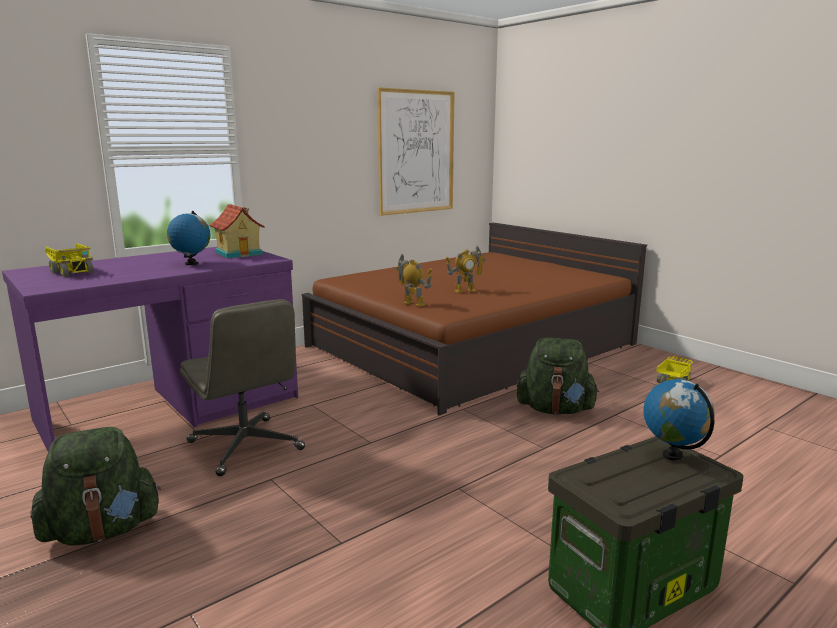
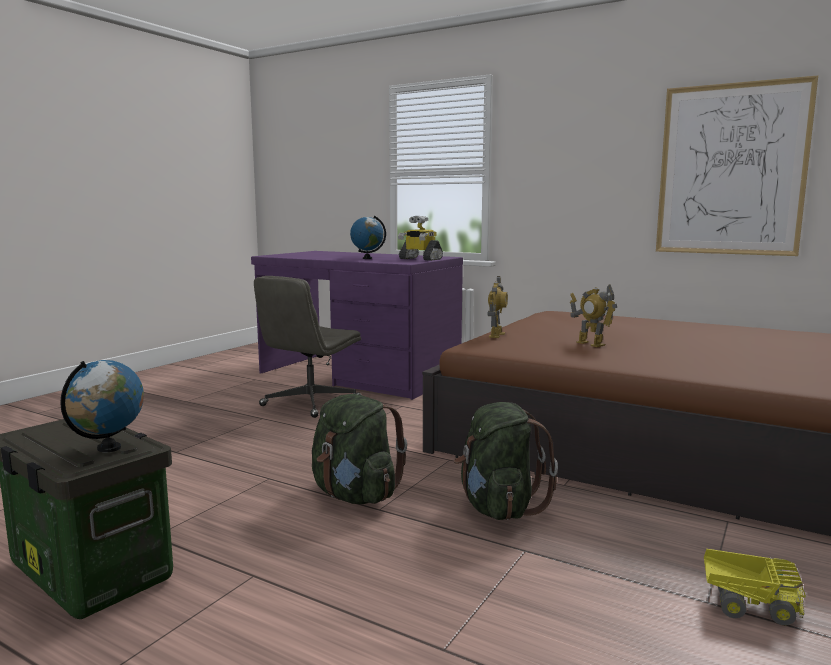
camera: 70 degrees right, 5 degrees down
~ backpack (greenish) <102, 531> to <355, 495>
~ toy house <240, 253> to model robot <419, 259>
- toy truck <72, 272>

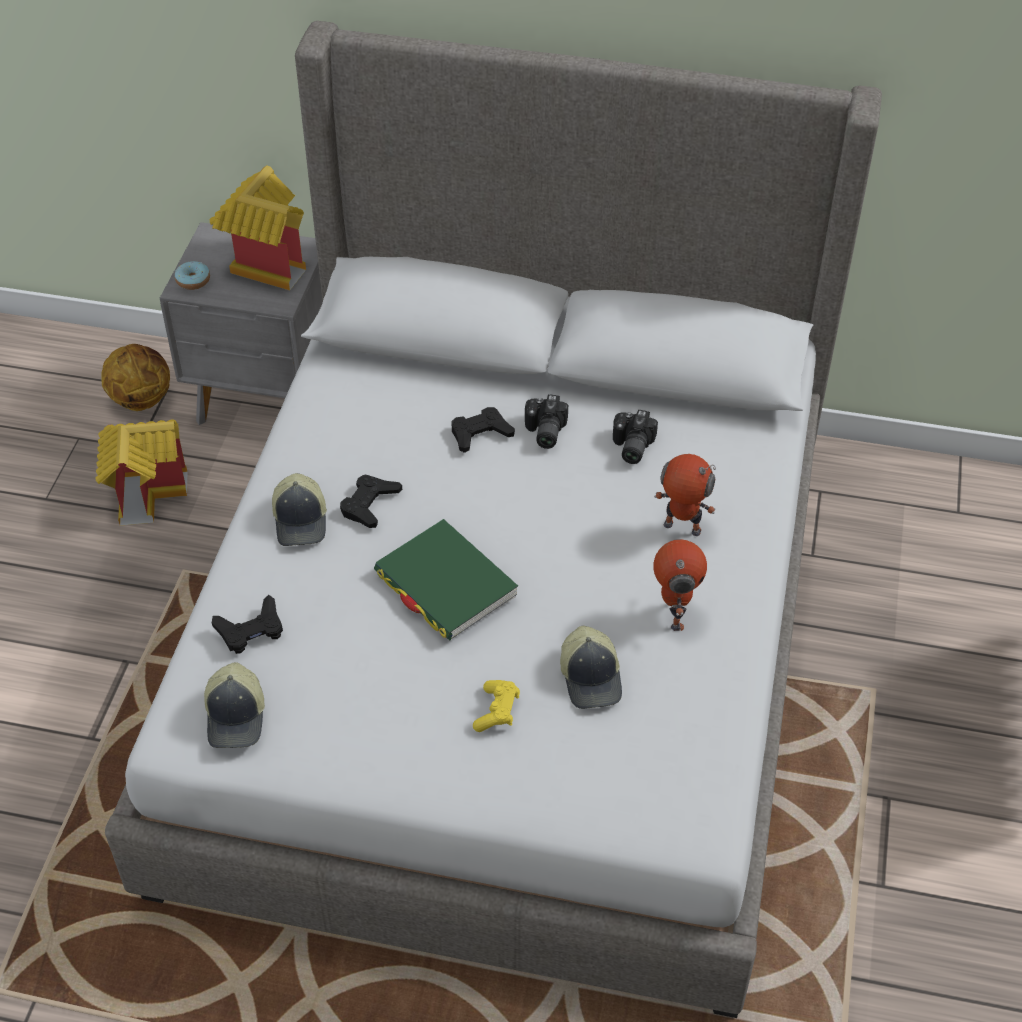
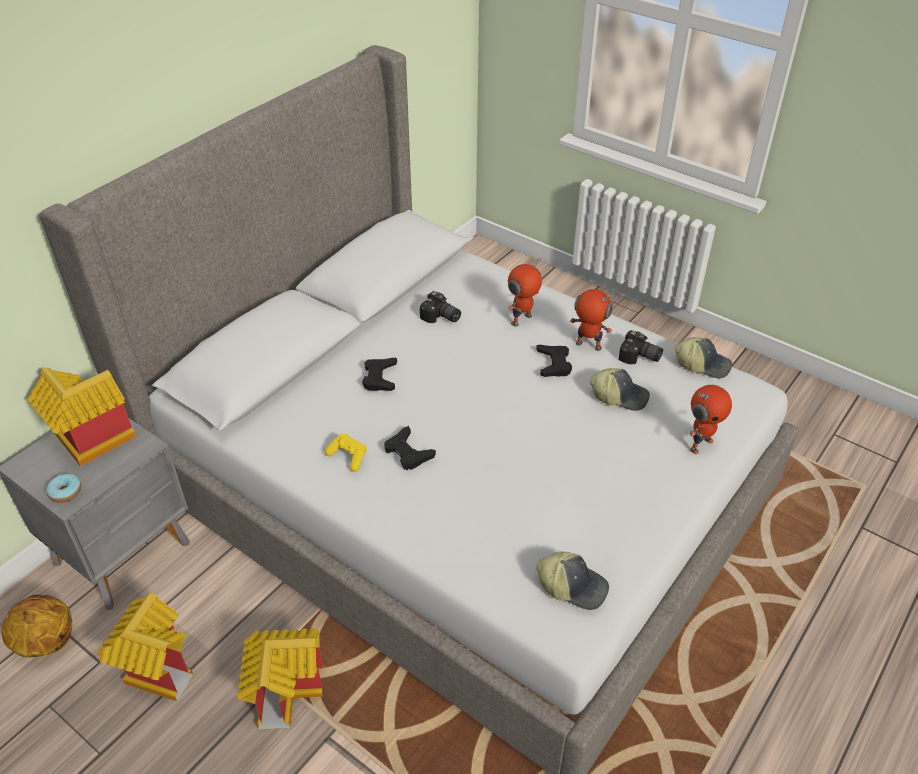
camera: 65 degrees left, 5 degrees down
+ toy house <287, 690>
~ joypad (yellowish) <497, 712> to <348, 457>
~ joypad (blackish) <251, 630> to <553, 364>
~ still camera <543, 432> to <639, 357>
~ peaked cap <301, 520> to <702, 364>
+ model robot <700, 444>
- book (greenish) <445, 584>

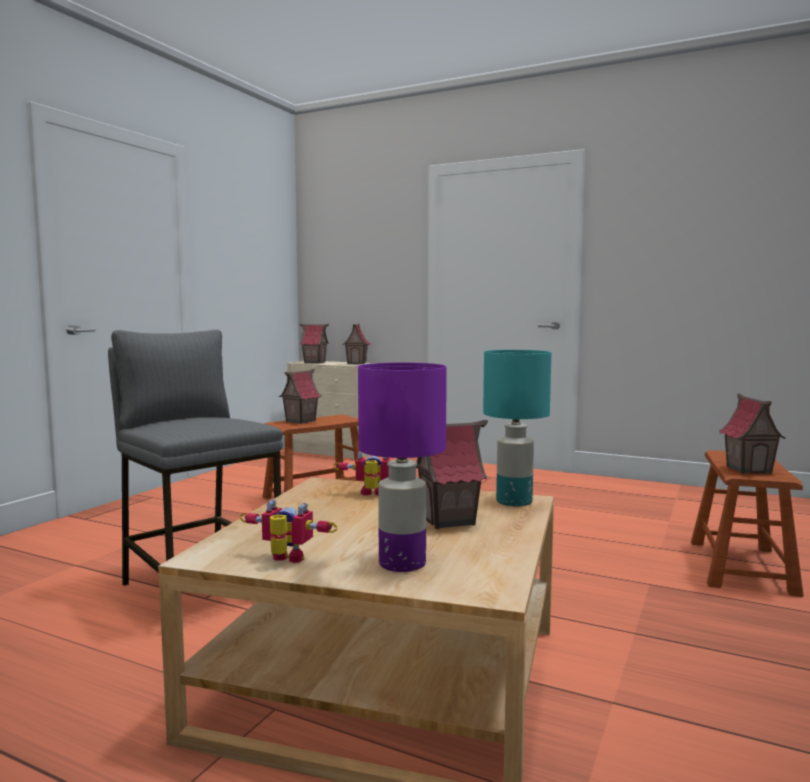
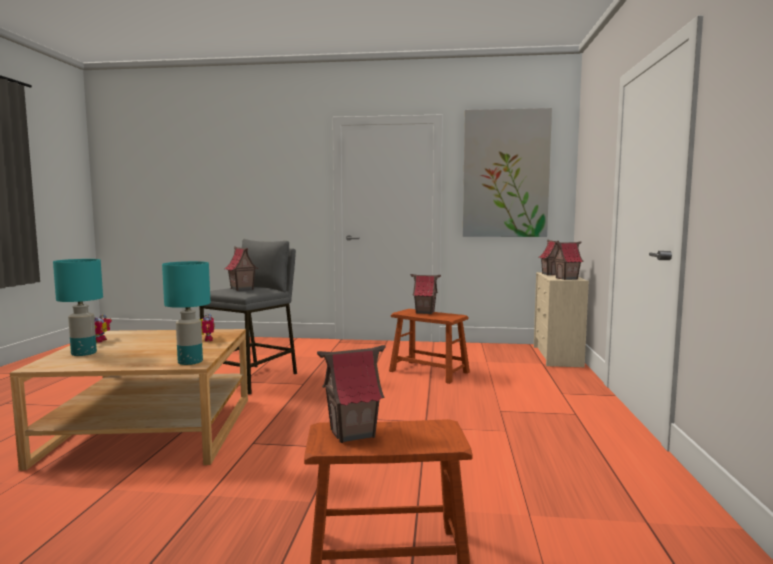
camera: 70 degrees right, 0 degrees up
~ lamp for a table (purplish) <402, 563> to lamp for a table (blue-green) <84, 353>
~ toy house <449, 521> to <241, 289>
+ picture <505, 174>

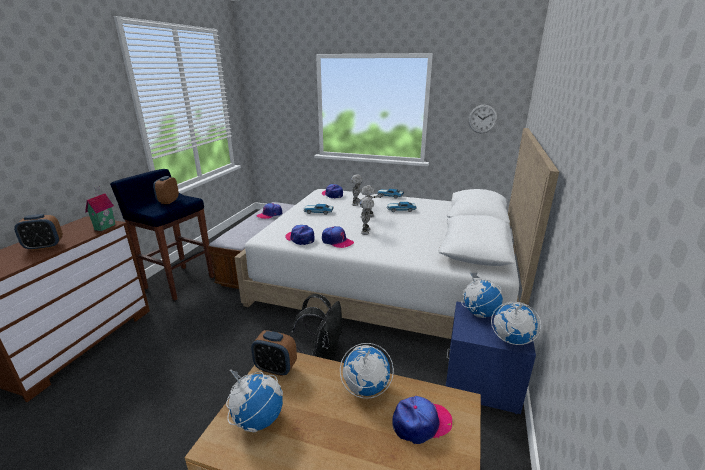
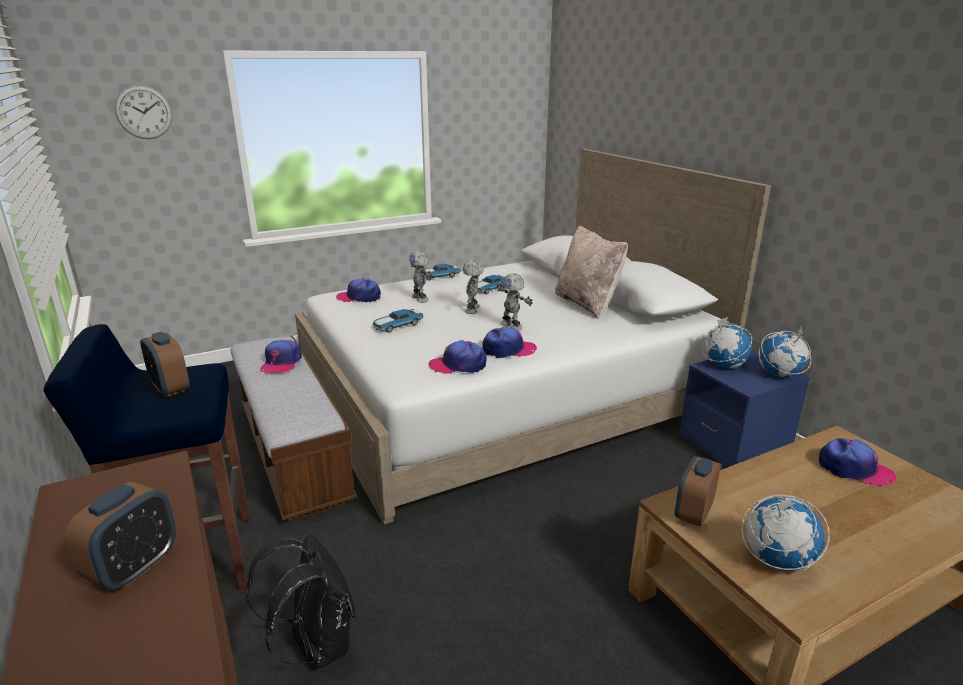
camera: 45 degrees left, 0 degrees up
~ wall clock <482, 119> to <144, 112>
~ backpack (blackish) <323, 354> to <316, 645>
+ pillow (beige) <587, 304>
~ table clock <275, 368> = <693, 513> 150 degrees clockwise
~ peaked cap <421, 423> = <854, 469> 90 degrees clockwise
- toy house <104, 227>
- globe <365, 388>

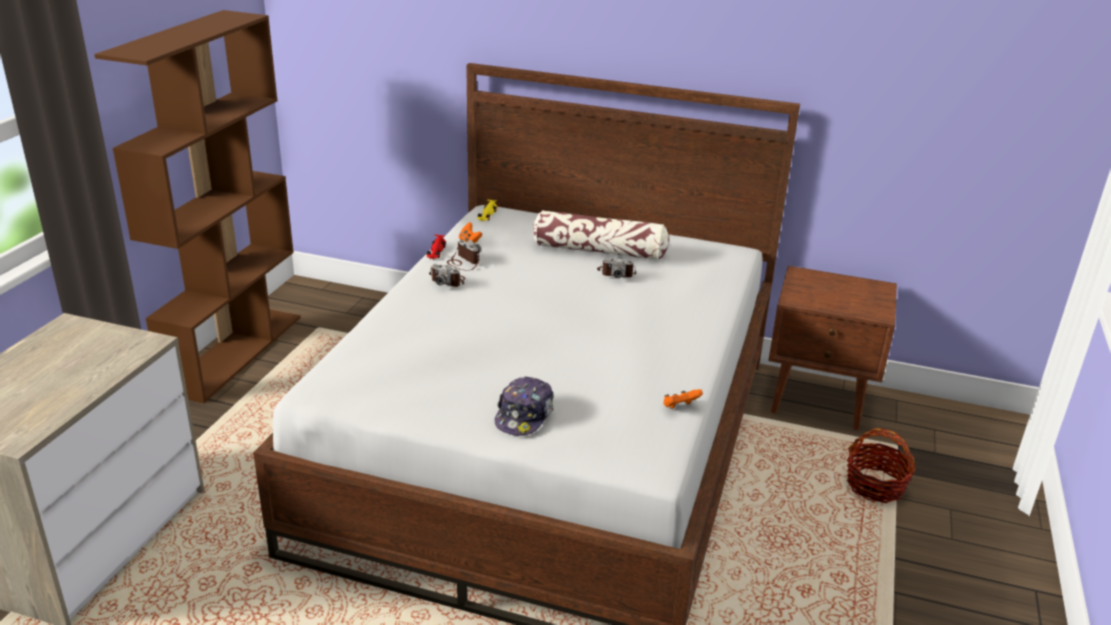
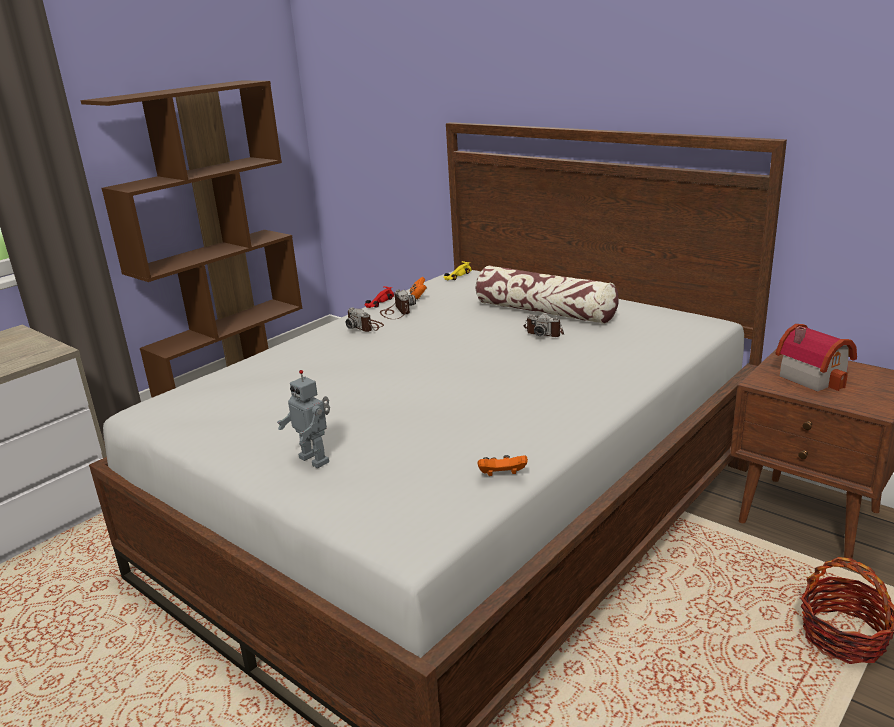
camera: 25 degrees right, 5 degrees down
~ peaked cap <524, 415> to model robot <315, 459>
+ toy house <813, 376>

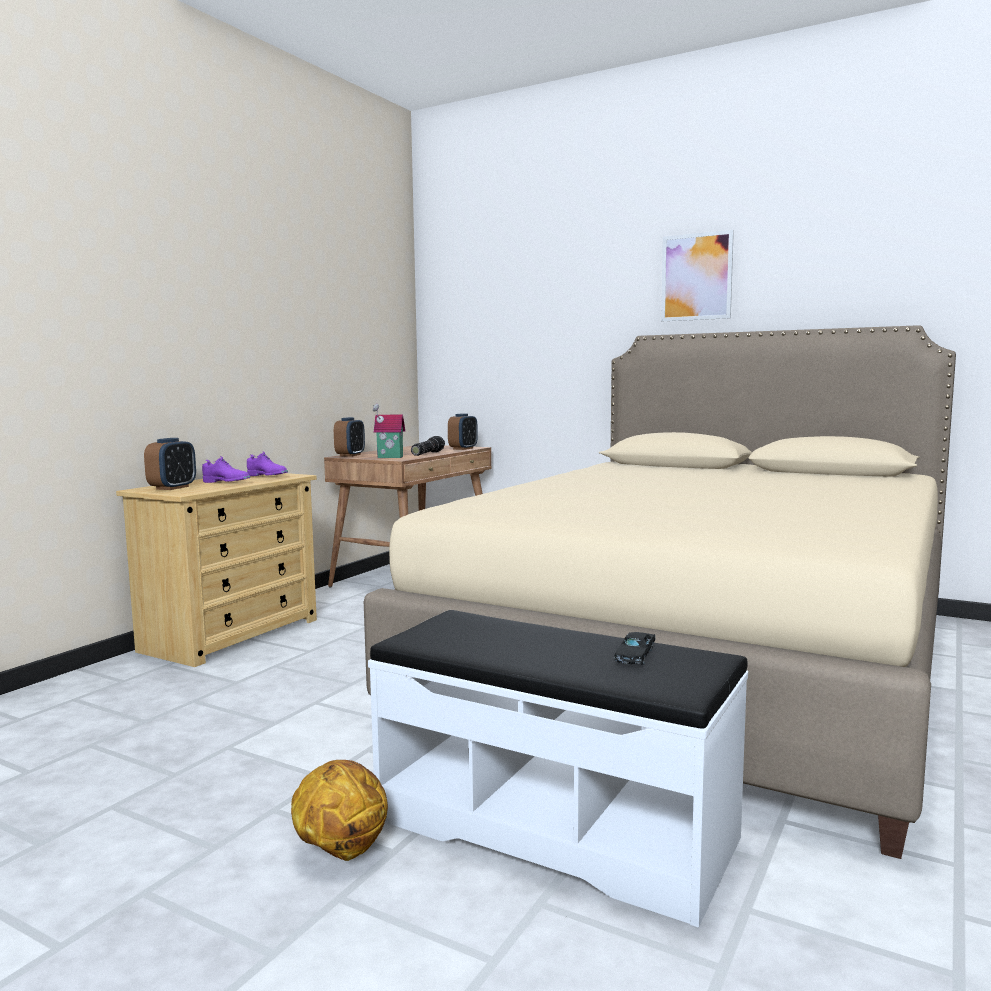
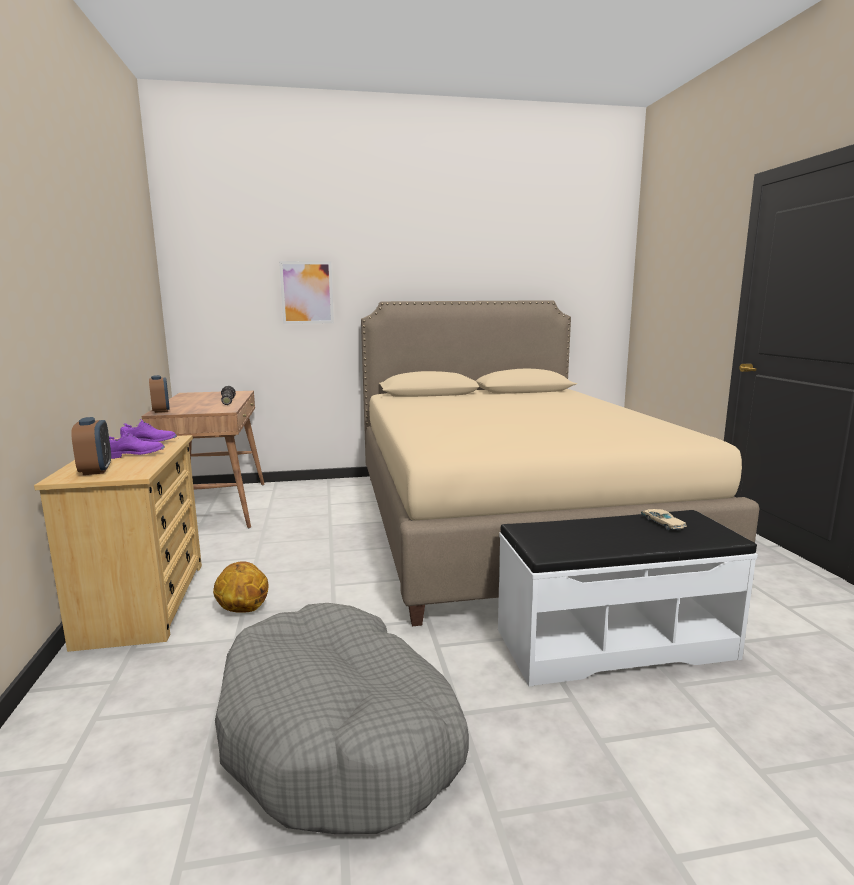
camera: 40 degrees left, 5 degrees up
~ basketball <341, 850> to <242, 610>
+ dog cushion (grey) <341, 736>
~ picture <696, 277> to <307, 292>
~ toy car (blackish) <635, 655> to toy car (beige) <662, 523>
- toy house <389, 457>
- table clock <463, 448>

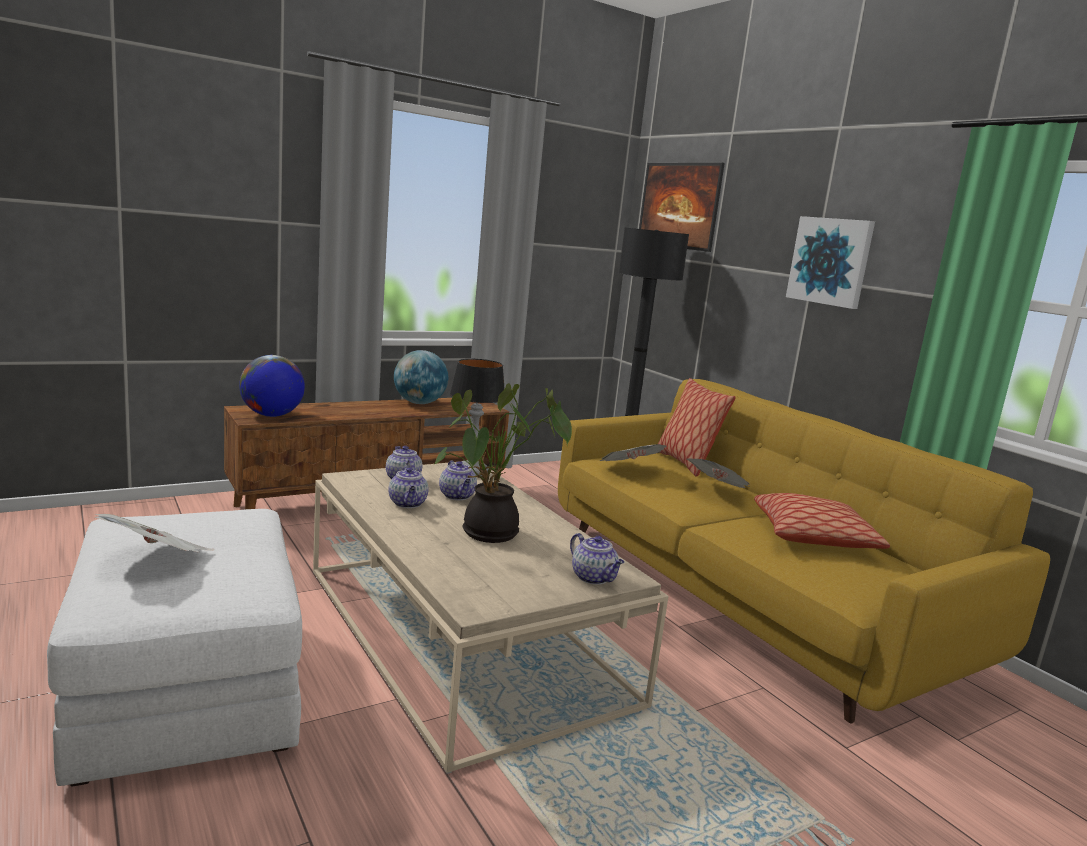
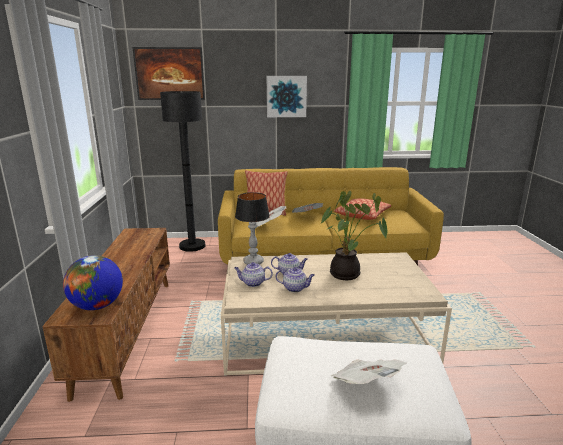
camera: 60 degrees left, 5 degrees up
- globe <419, 403>
- teapot <594, 578>

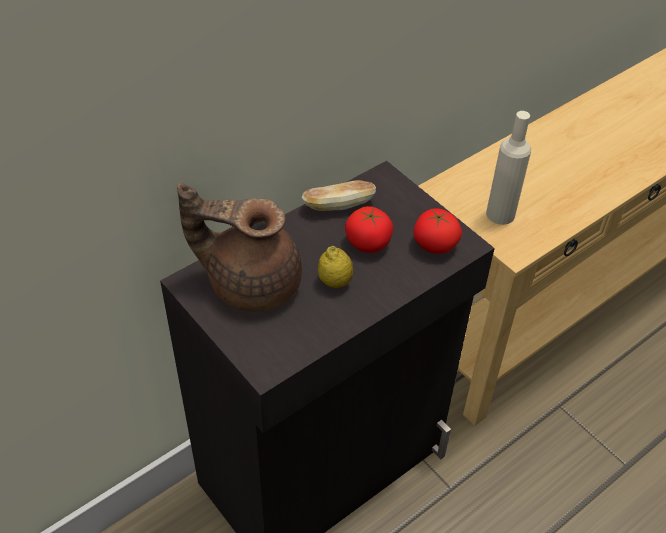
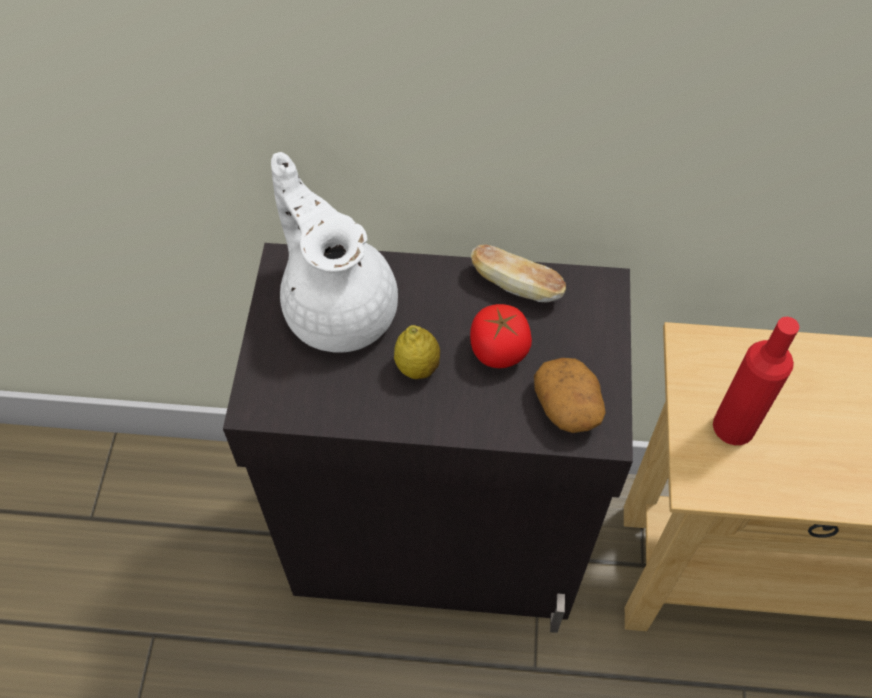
camera: 45 degrees right, 10 degrees up
~ teapot (brown) <251, 282> to teapot (white) <338, 306>
~ fresh tomato <435, 245> to whole potato <568, 406>
~ bottle (beige) <500, 214> to bottle (red-coloured) <734, 426>

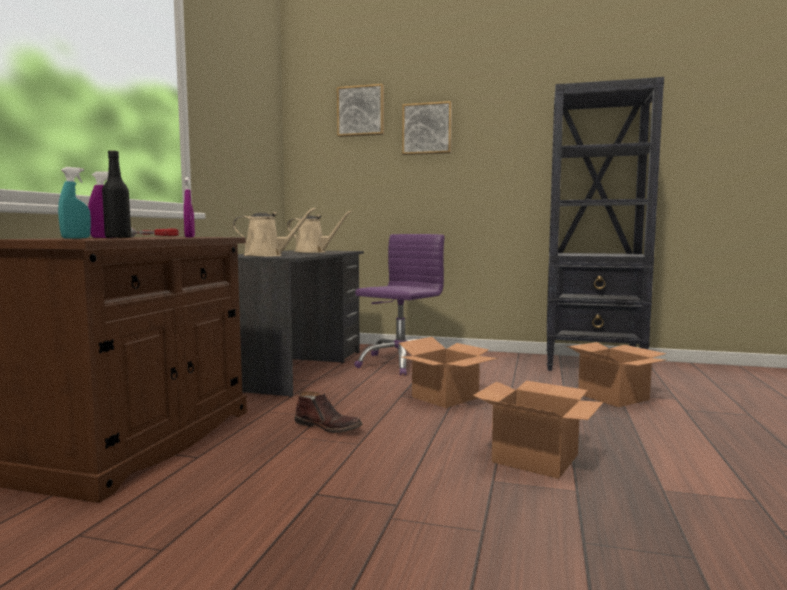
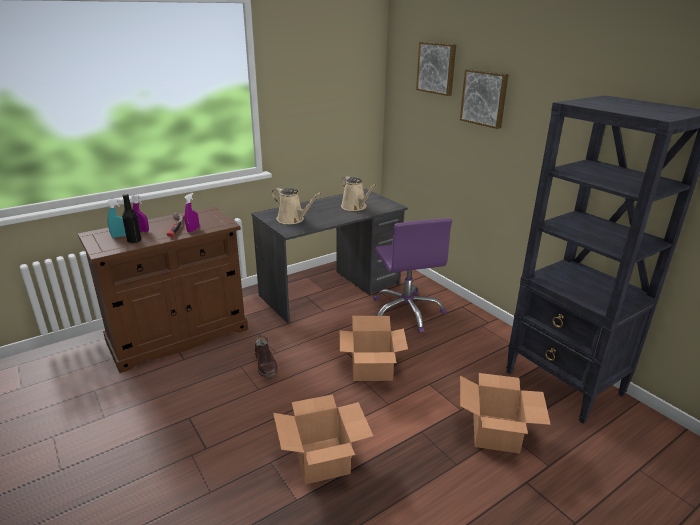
camera: 40 degrees right, 20 degrees up
~ desk chair (purplish) <400, 363> = <406, 312> 90 degrees clockwise

